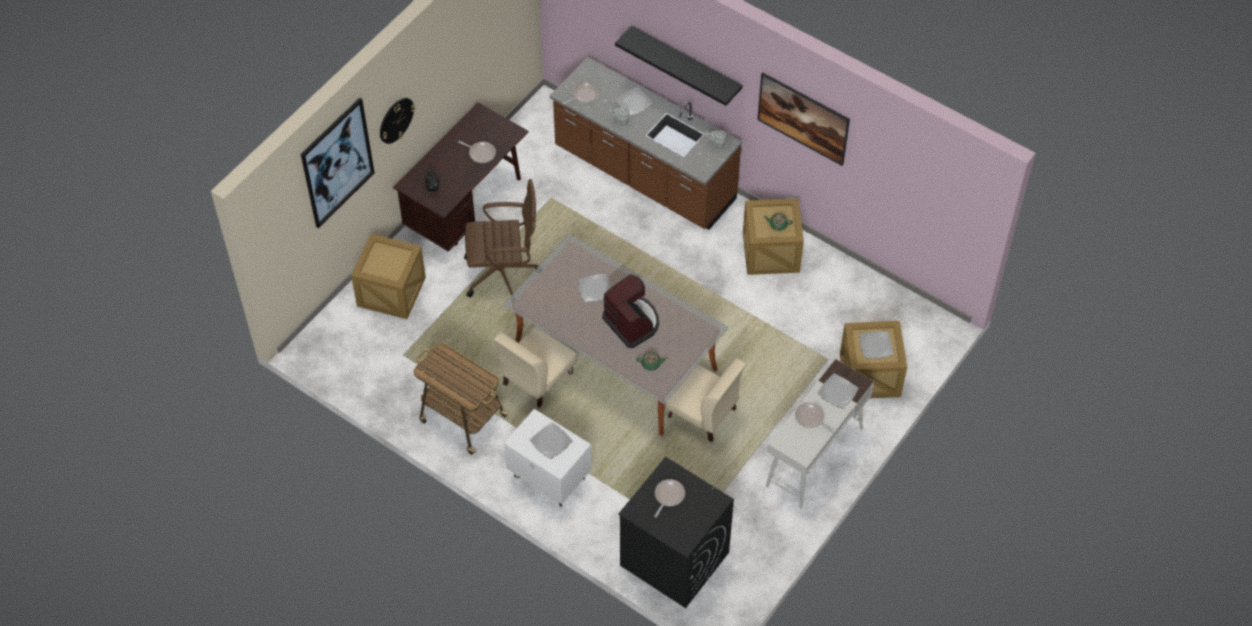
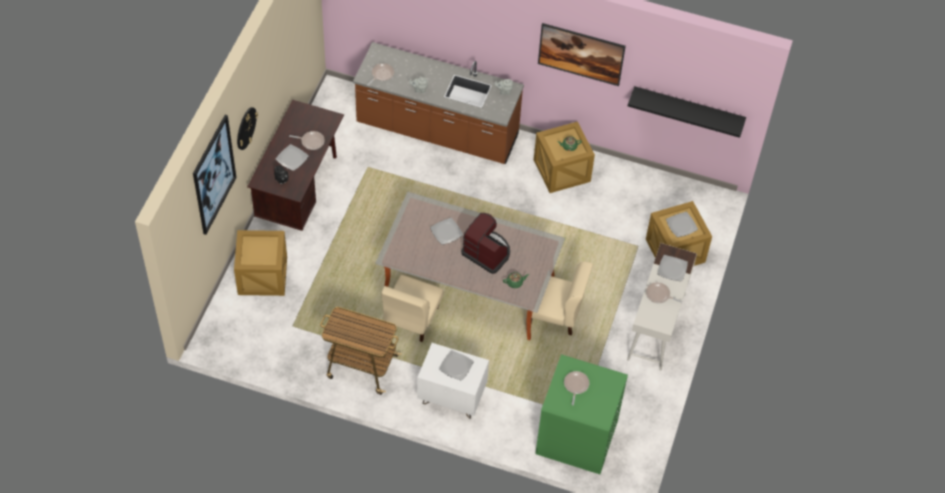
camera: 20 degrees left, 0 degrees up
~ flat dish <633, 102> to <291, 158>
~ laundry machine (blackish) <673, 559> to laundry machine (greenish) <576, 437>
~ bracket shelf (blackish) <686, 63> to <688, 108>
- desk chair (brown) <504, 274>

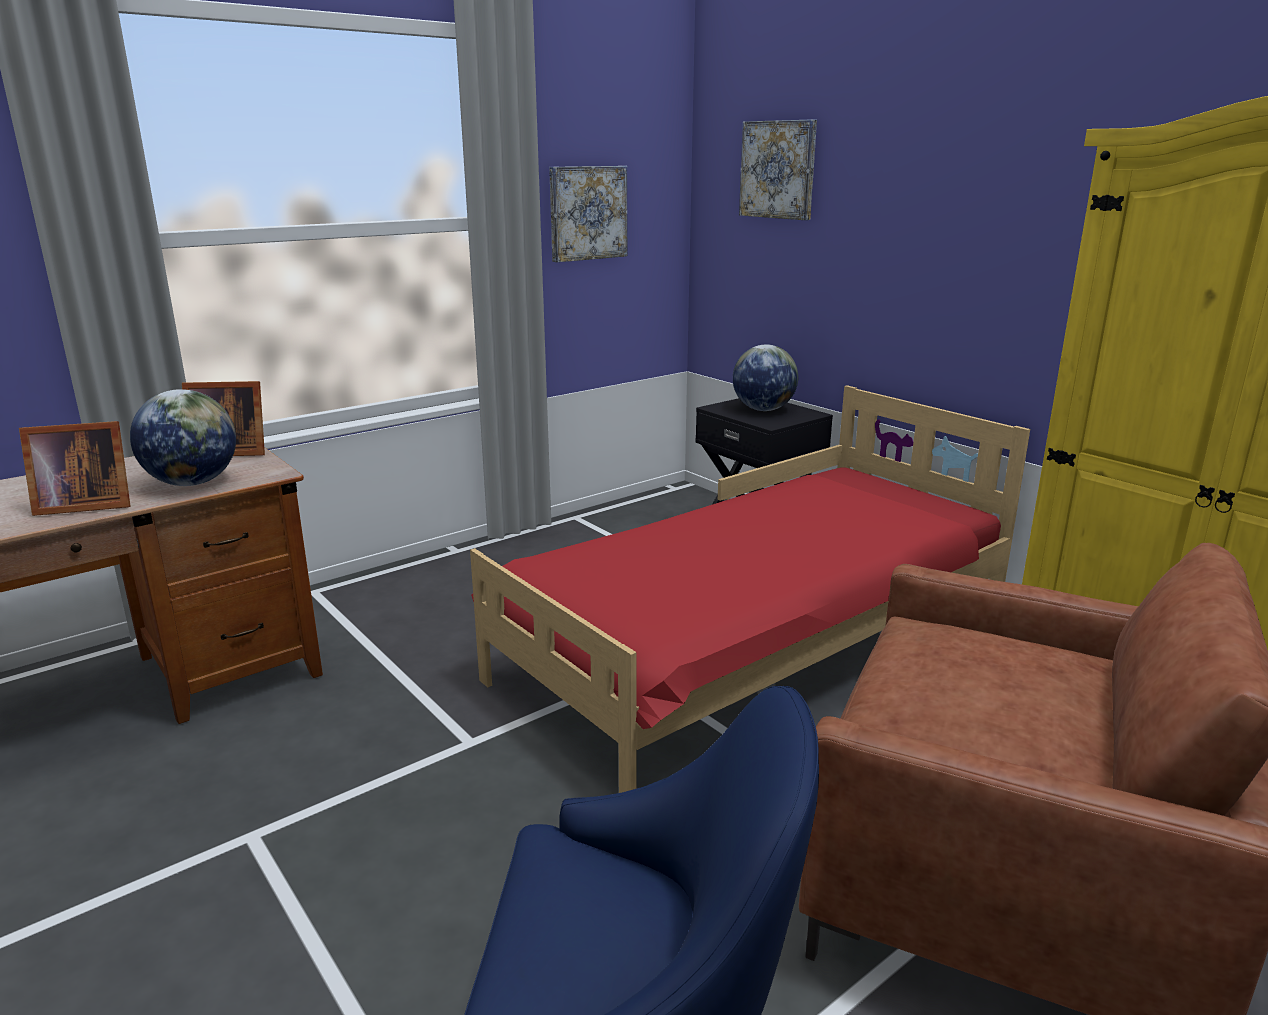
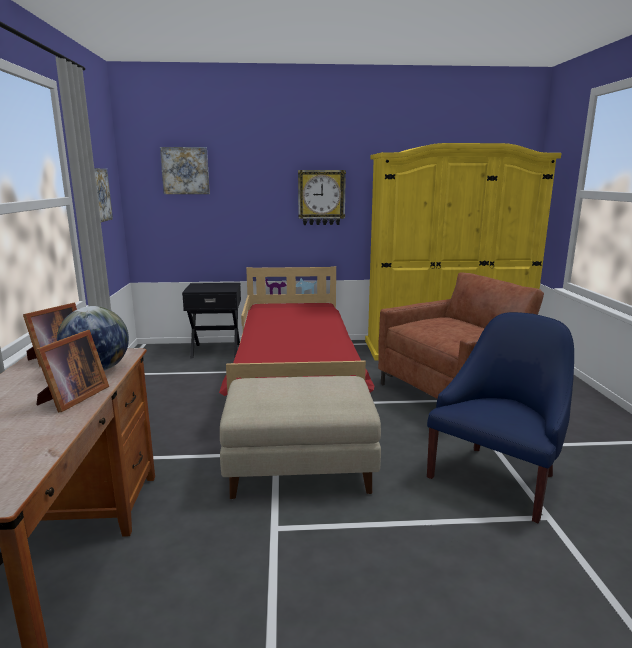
camera: 55 degrees left, 5 degrees down
+ ottoman (beige) <301, 467>
+ wall clock <321, 197>
- globe <763, 409>

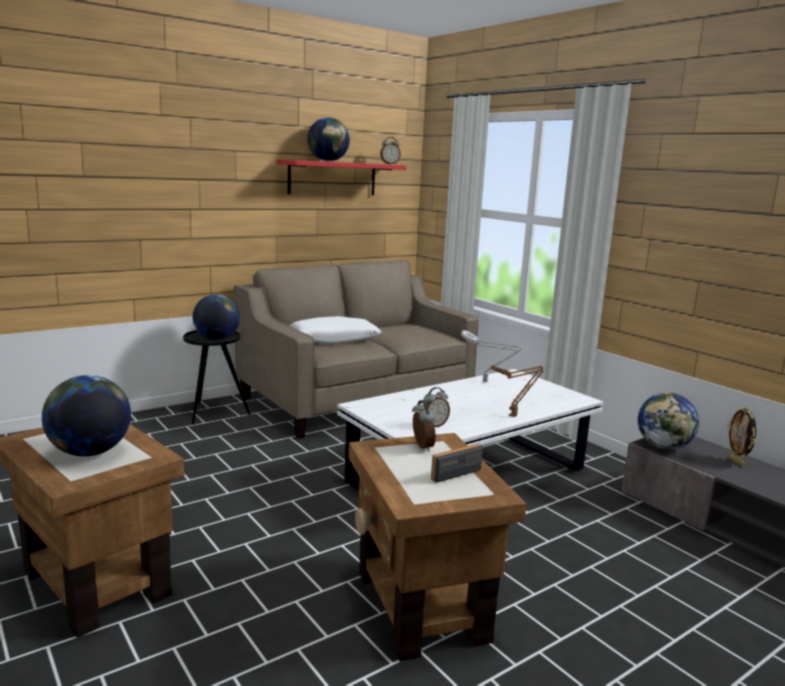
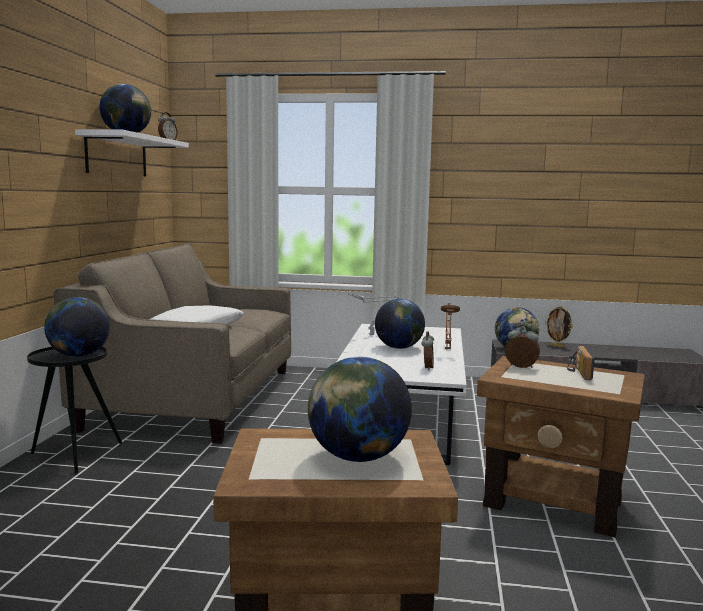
camera: 45 degrees left, 5 degrees down
~ bracket shelf (red-coloured) <332, 178> to bracket shelf (white) <117, 155>
+ globe <399, 347>

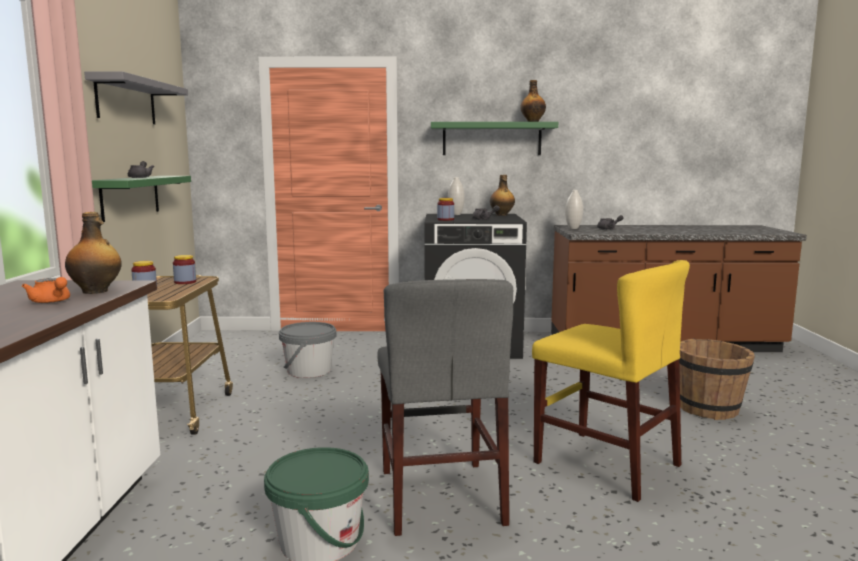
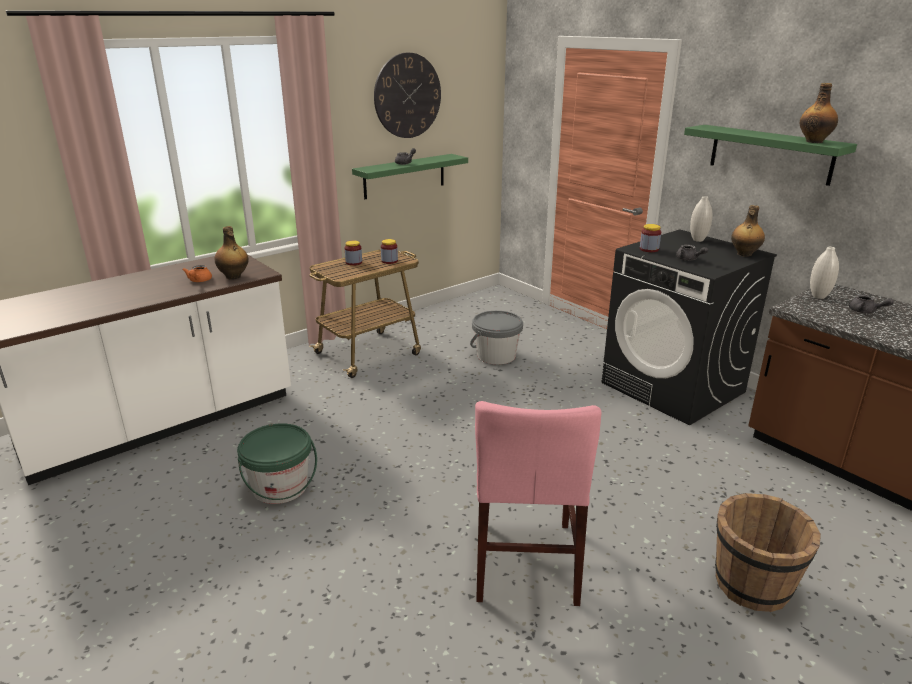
camera: 50 degrees right, 15 degrees up
~ bracket shelf (grey) <126, 101> to wall clock <407, 96>
~ plain chair (yellowish) <606, 464> to plain chair (pink) <525, 560>
- plain chair (grey) <440, 496>

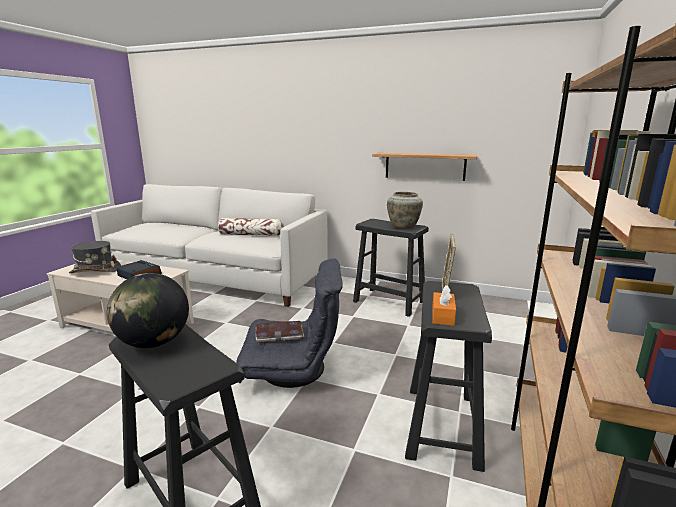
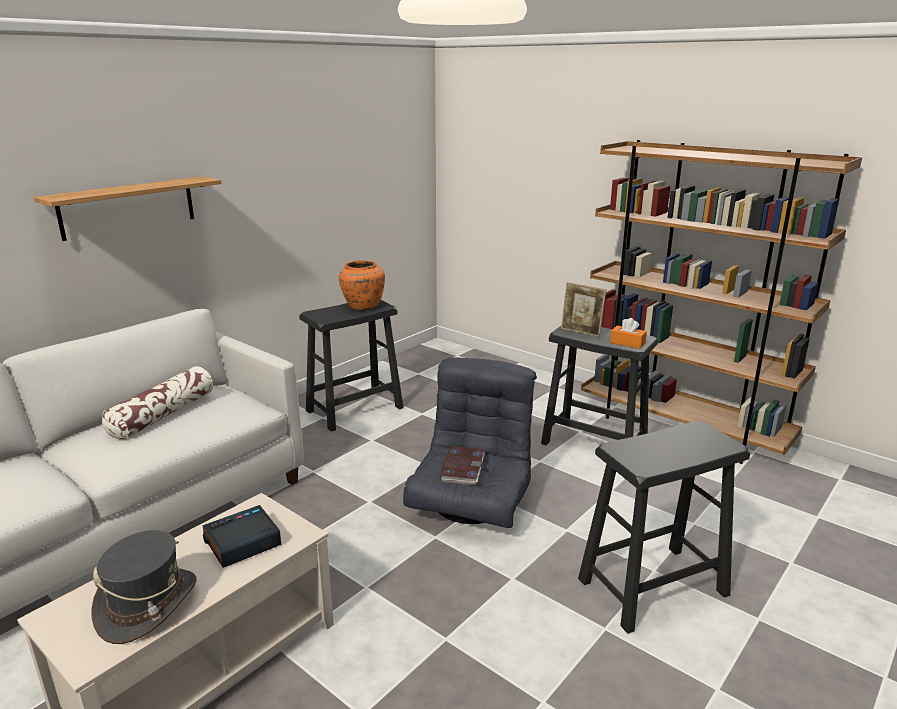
camera: 70 degrees left, 5 degrees up
~ bracket shelf <425, 166> to <128, 207>
~ flower vase (beige) <403, 226> to flower vase (orange-coloured) <363, 306>
- globe <154, 343>

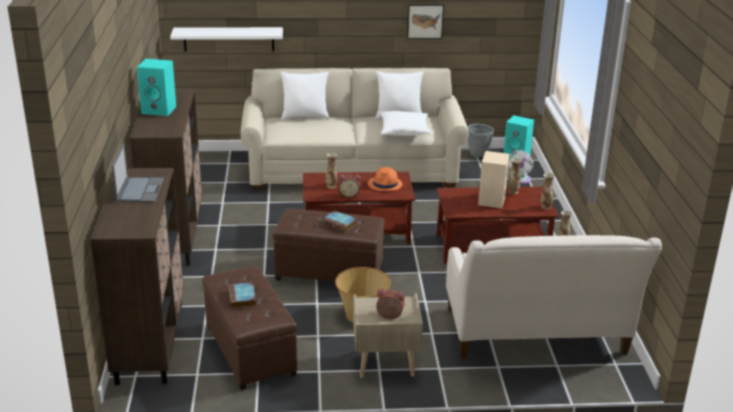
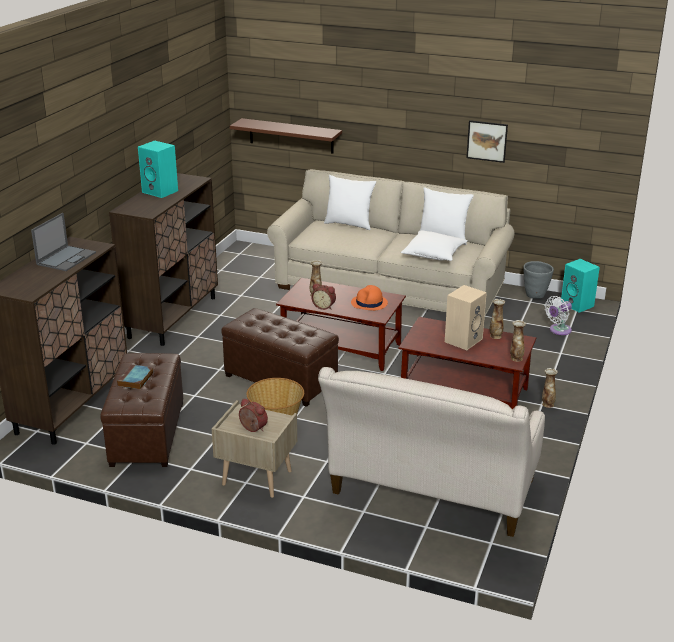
camera: 25 degrees right, 0 degrees up
~ bracket shelf (white) <228, 39> to bracket shelf (brown) <291, 136>
- book <340, 224>

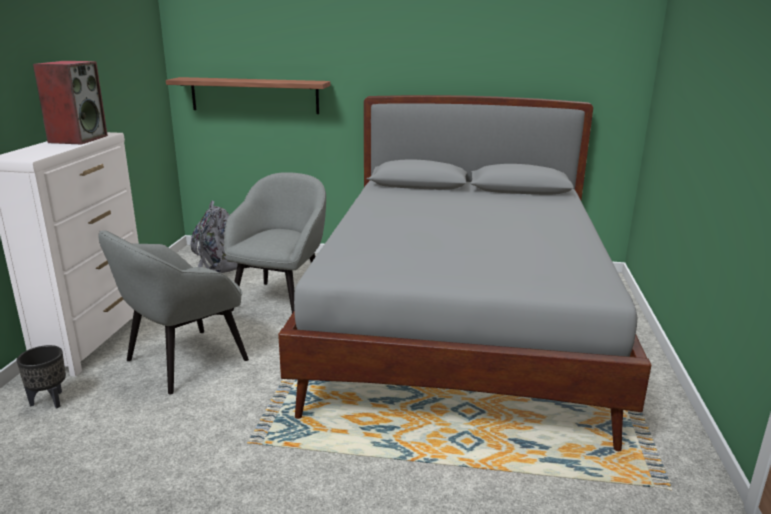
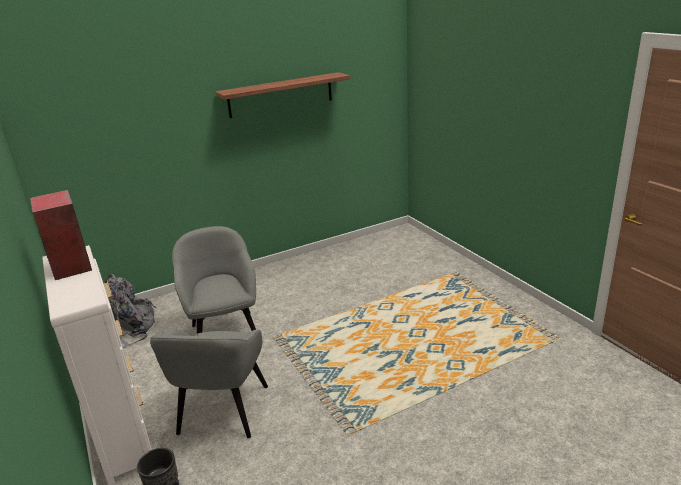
camera: 35 degrees left, 5 degrees up
~ bracket shelf <254, 95> to <281, 95>
- bedroom bed (grey) <461, 329>

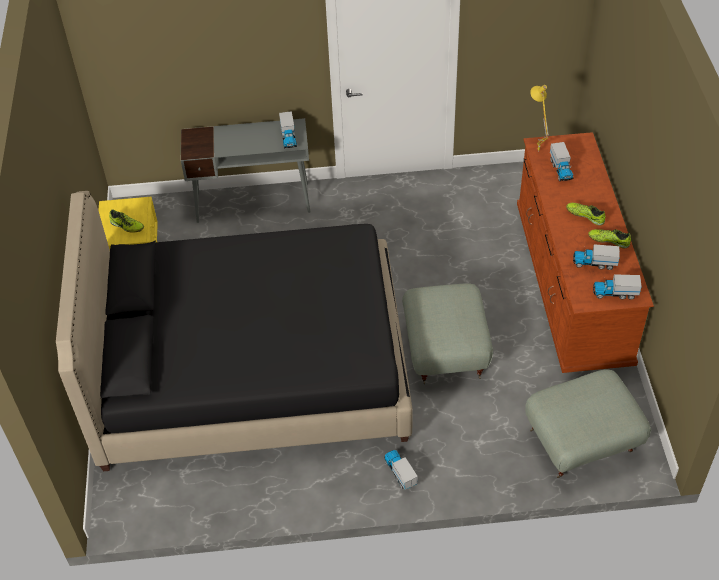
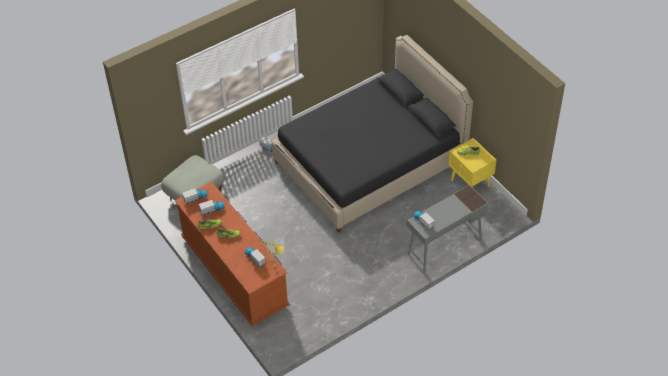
camera: 150 degrees right, 0 degrees up
- ottoman (grey) <444, 350>

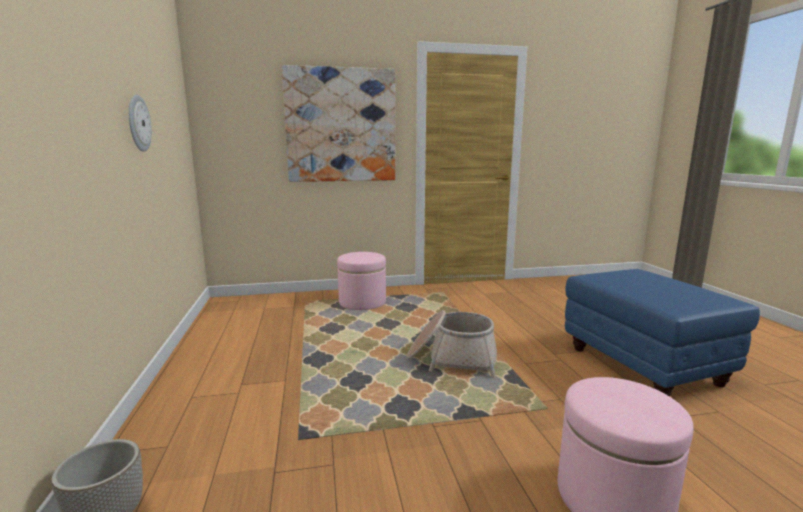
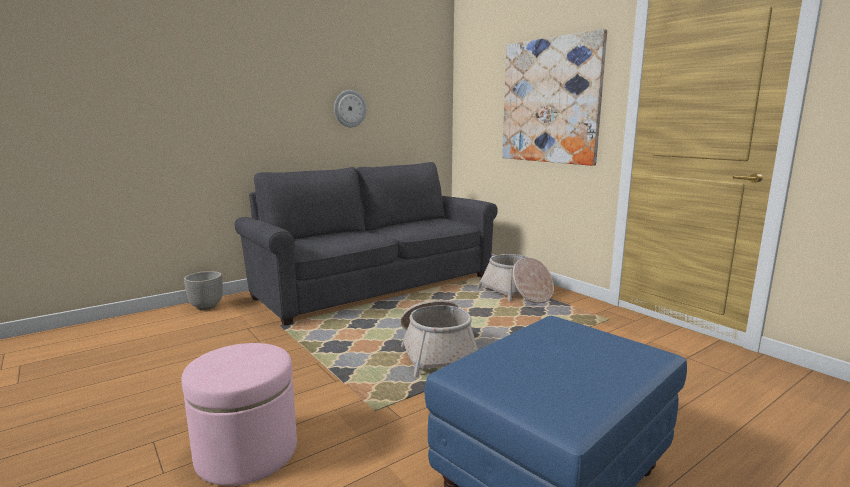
camera: 65 degrees right, 0 degrees up
+ couch (grey) <374, 285>
~ ottoman (pink) <362, 302> to household basket <516, 293>

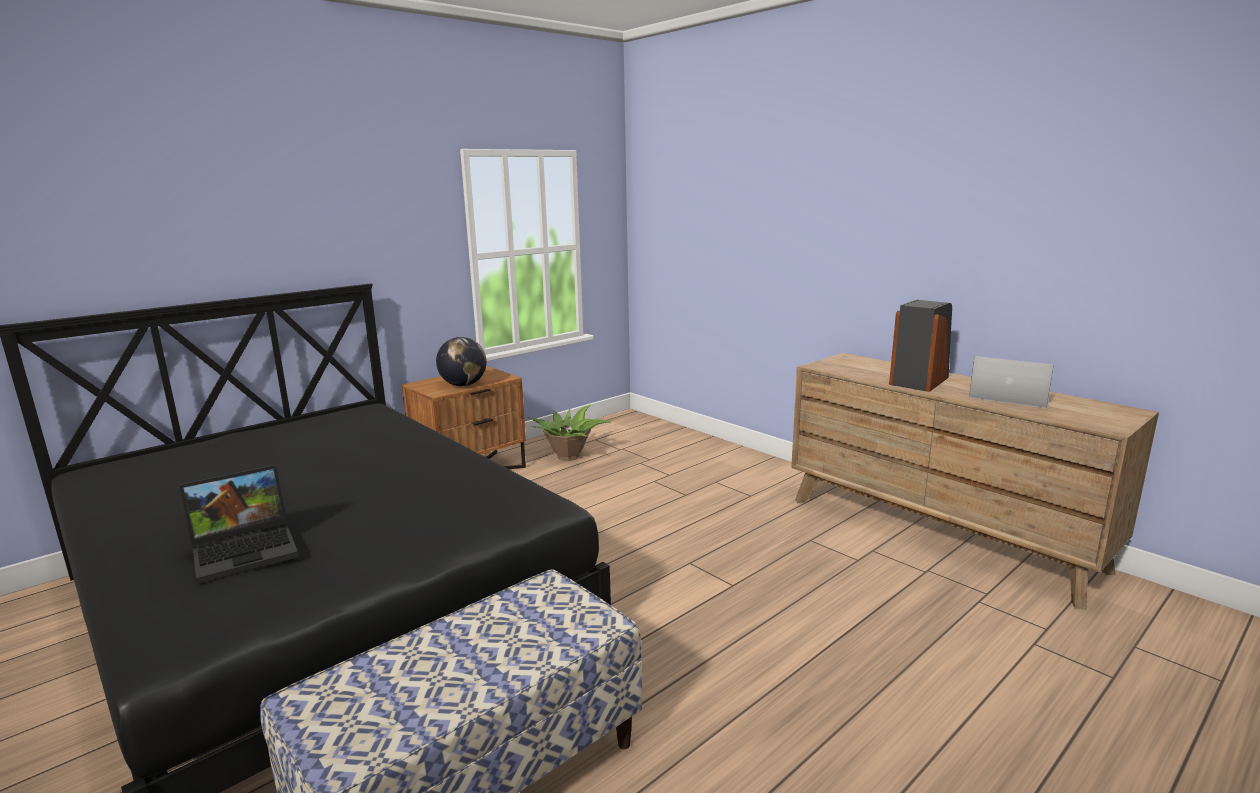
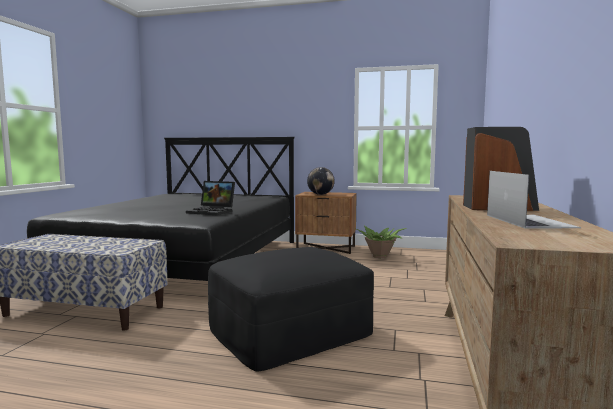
camera: 55 degrees right, 10 degrees down
~ portable computer <248, 550> to <212, 211>
+ ottoman (blackish) <290, 331>

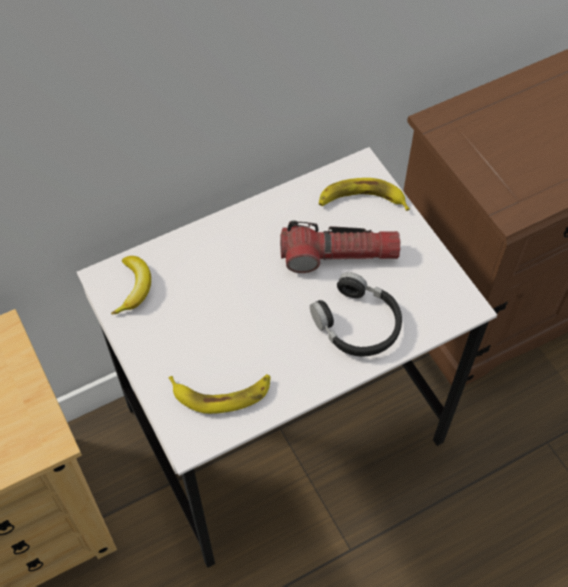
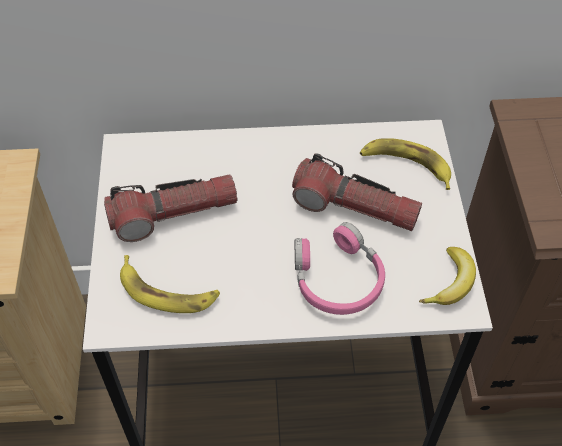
camera: 25 degrees right, 5 degrees down
+ hand torch <173, 214>
~ headset (blackish) <357, 324> to headset (pink) <337, 279>
~ whole banana <134, 287> to <451, 282>

